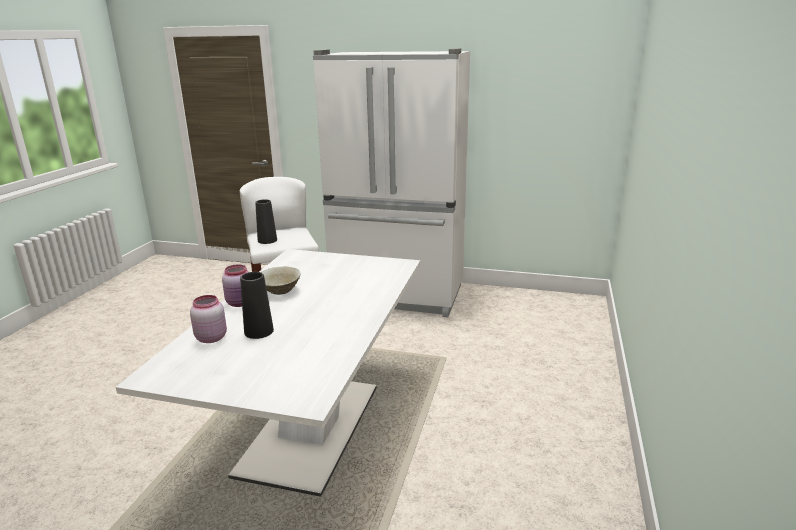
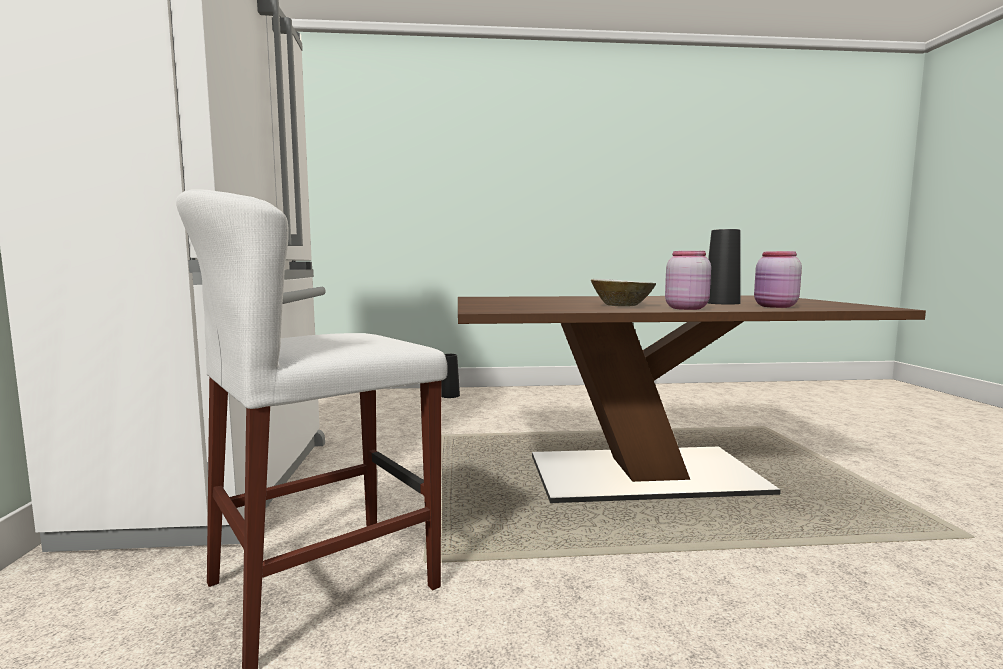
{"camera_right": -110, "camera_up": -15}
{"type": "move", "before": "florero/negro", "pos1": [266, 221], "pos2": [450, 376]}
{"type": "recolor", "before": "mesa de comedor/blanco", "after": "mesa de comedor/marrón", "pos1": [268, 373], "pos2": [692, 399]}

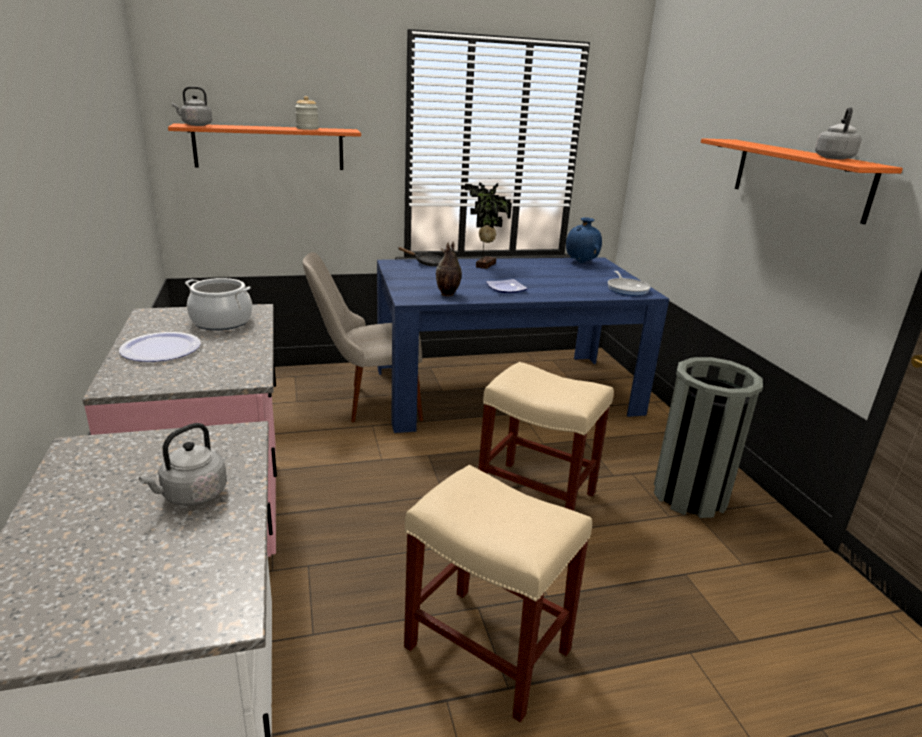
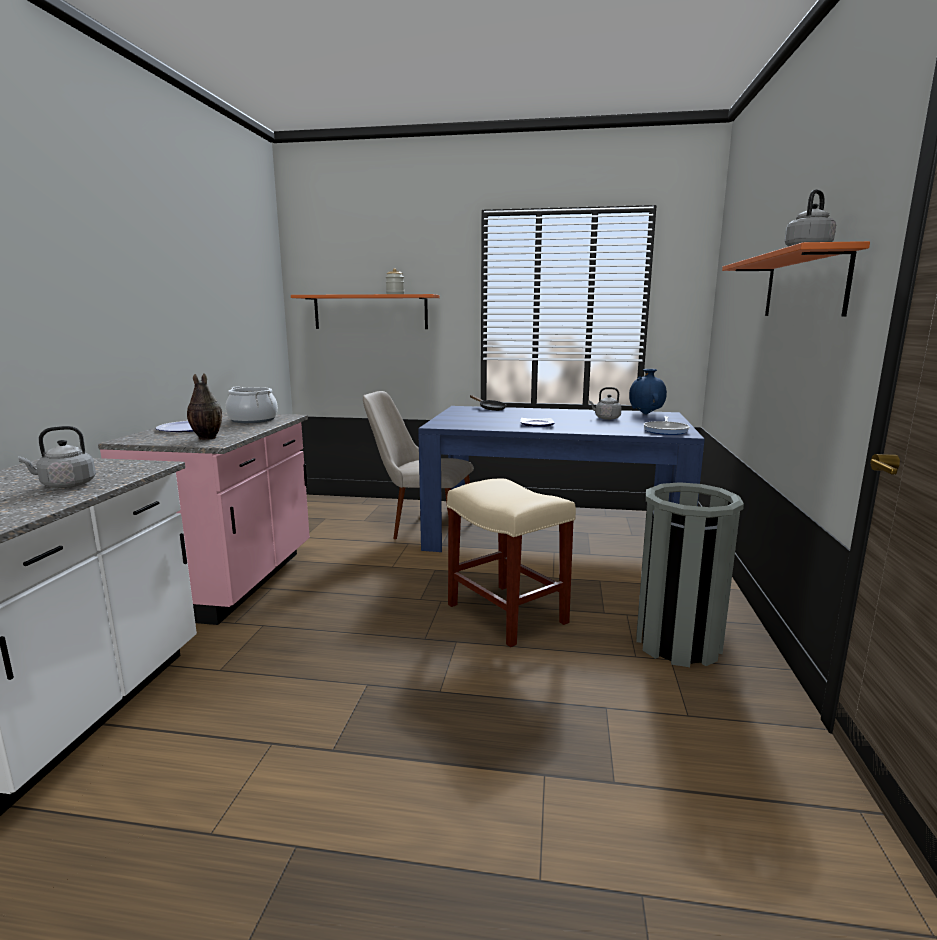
{"camera_right": 25, "camera_up": -10}
{"type": "move", "before": "hervidor/gris", "pos1": [192, 106], "pos2": [605, 403]}
{"type": "delete", "before": "planta en maceta", "pos1": [488, 225]}
{"type": "move", "before": "florero", "pos1": [449, 269], "pos2": [204, 407]}
{"type": "delete", "before": "taburete/beis", "pos1": [498, 593]}

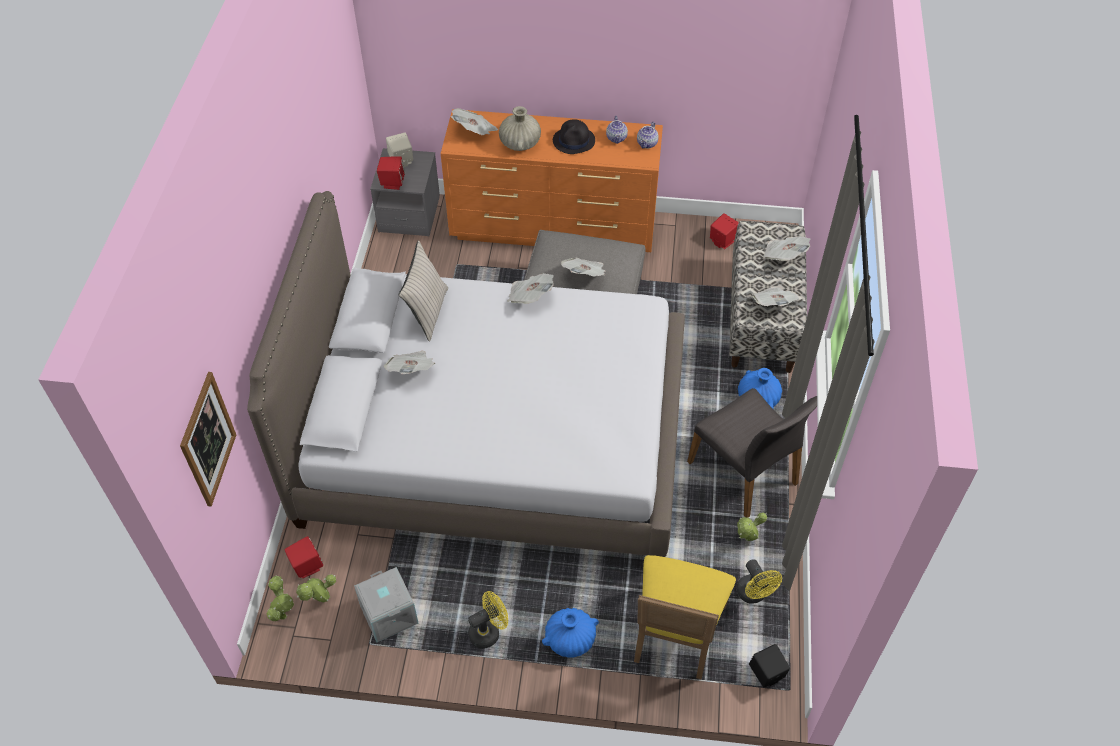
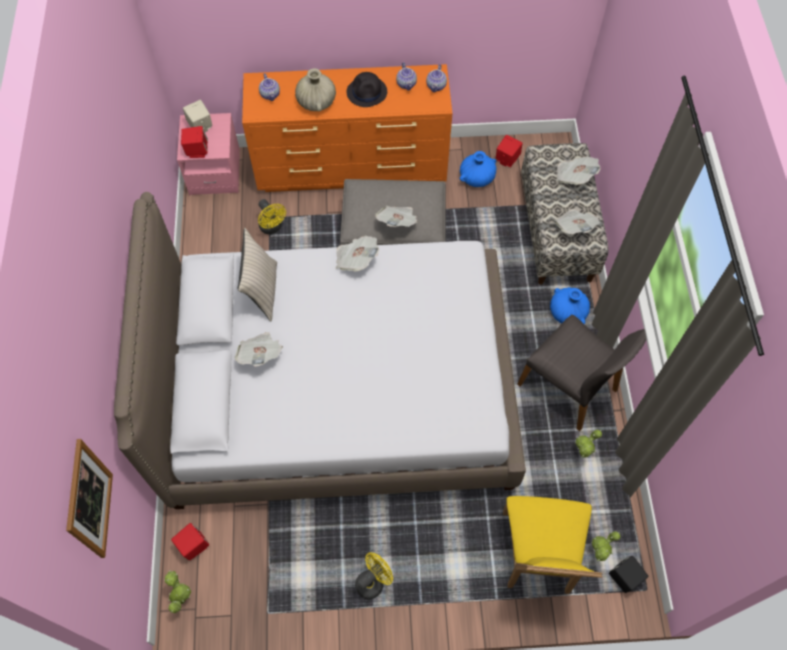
{"camera_right": -10, "camera_up": 10}
{"type": "replace", "before": "periódico", "after": "tetera", "pos1": [474, 121], "pos2": [269, 87]}
{"type": "recolor", "before": "mesita de noche/gris", "after": "mesita de noche/rosa", "pos1": [405, 192], "pos2": [208, 154]}
{"type": "move", "before": "ventilador/amarillo", "pos1": [759, 581], "pos2": [272, 216]}
{"type": "delete", "before": "caja de almacenaje/gris", "pos1": [386, 604]}
{"type": "move", "before": "planta en maceta", "pos1": [316, 588], "pos2": [605, 546]}
{"type": "move", "before": "florero/azul", "pos1": [570, 633], "pos2": [478, 169]}

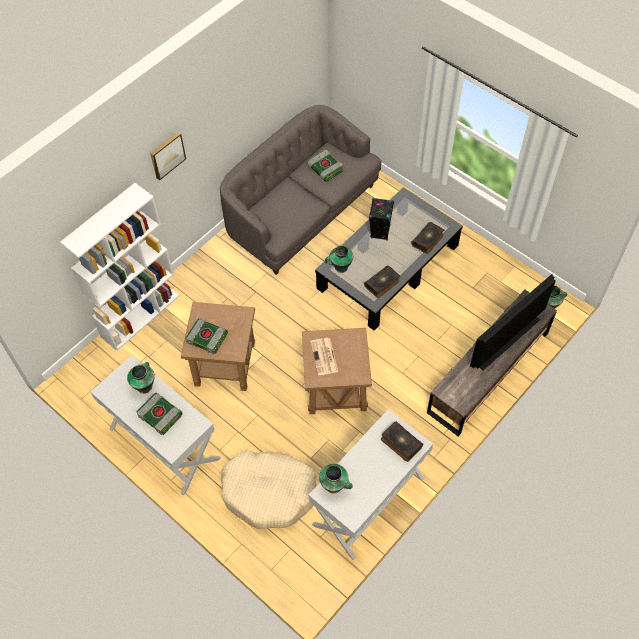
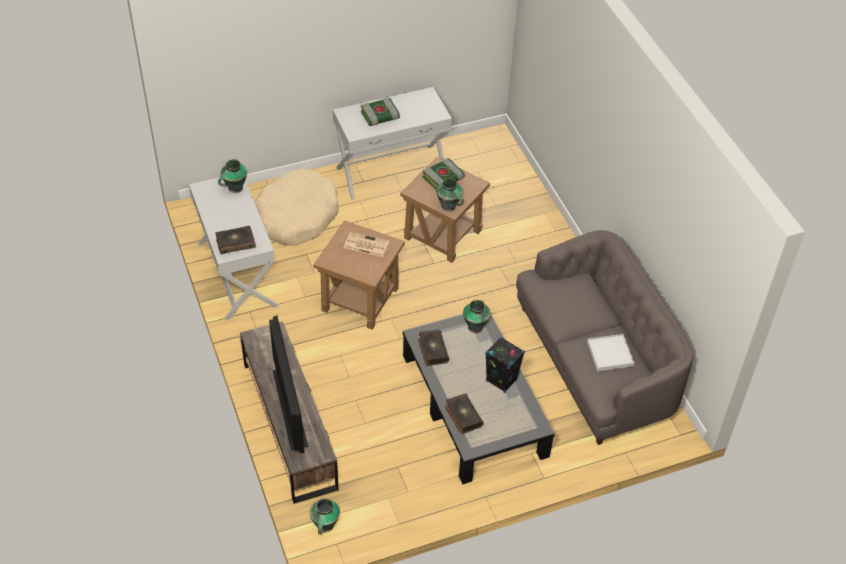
{"camera_right": 115, "camera_up": -10}
{"type": "delete", "before": "cuadro", "pos1": [168, 156]}
{"type": "replace", "before": "libro", "after": "bandeja/blanco", "pos1": [325, 166], "pos2": [610, 352]}
{"type": "delete", "before": "estantería/blanco", "pos1": [120, 267]}
{"type": "move", "before": "florero", "pos1": [141, 378], "pos2": [450, 195]}

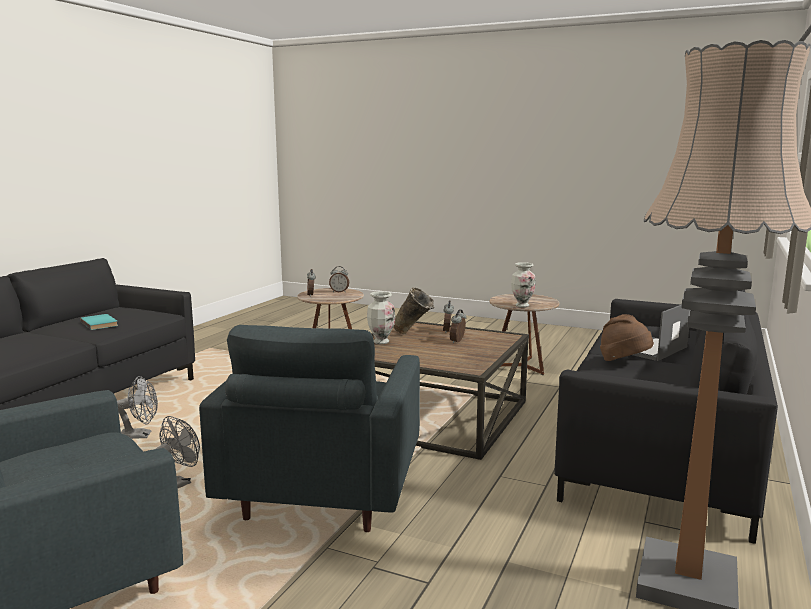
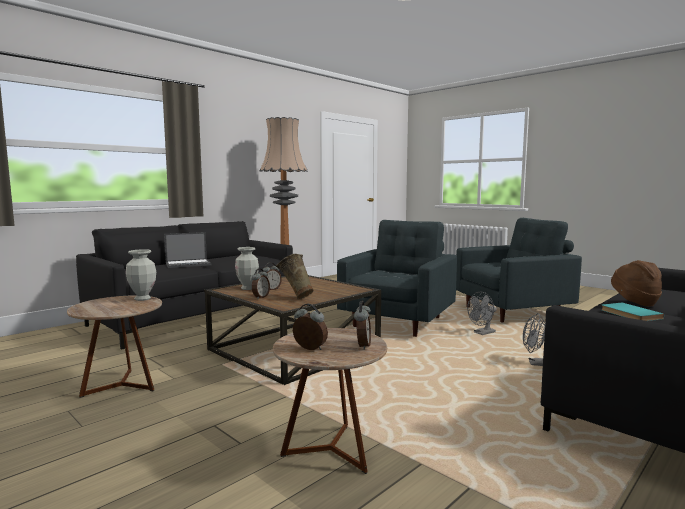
{"camera_right": -160, "camera_up": -5}
{"type": "move", "before": "florero", "pos1": [381, 317], "pos2": [247, 268]}
{"type": "move", "before": "sombrero/marrón", "pos1": [627, 337], "pos2": [636, 283]}

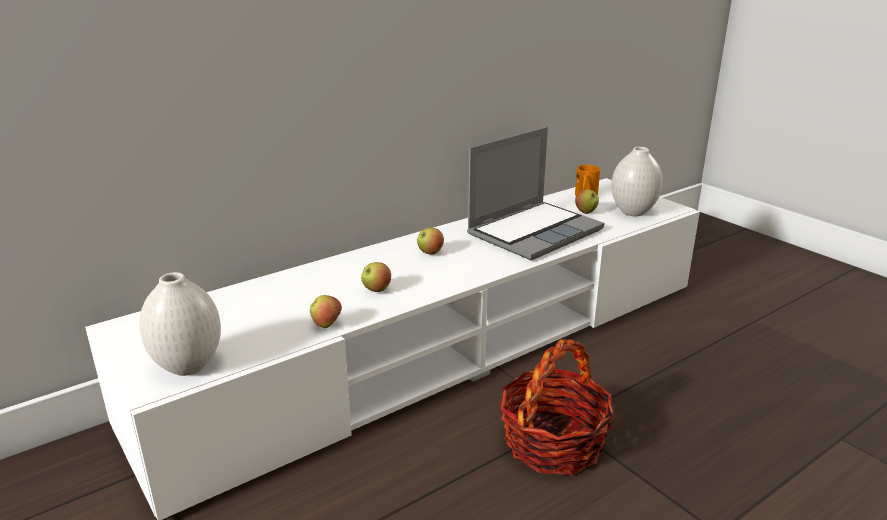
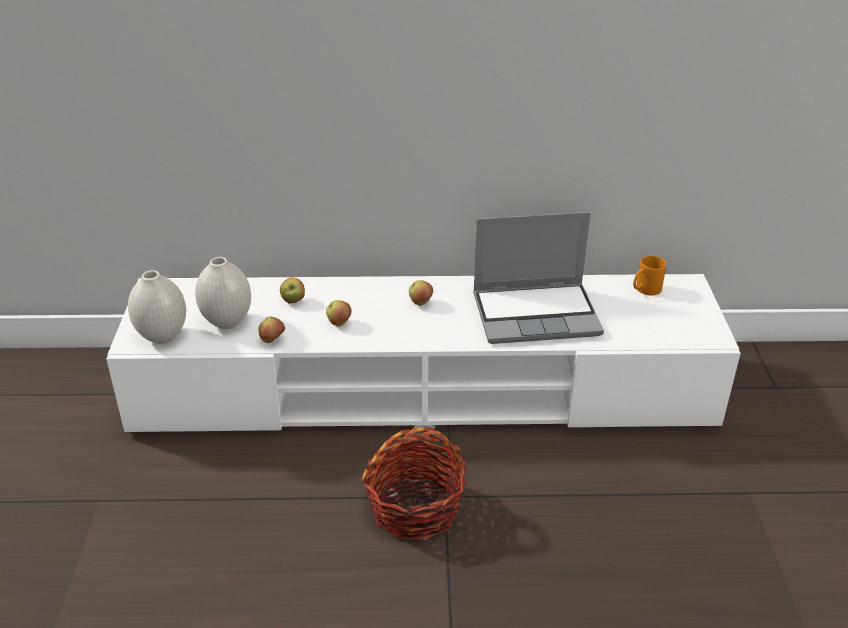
{"camera_right": 35, "camera_up": 10}
{"type": "move", "before": "florero/blanco", "pos1": [637, 181], "pos2": [223, 293]}
{"type": "move", "before": "manzana", "pos1": [587, 202], "pos2": [292, 291]}

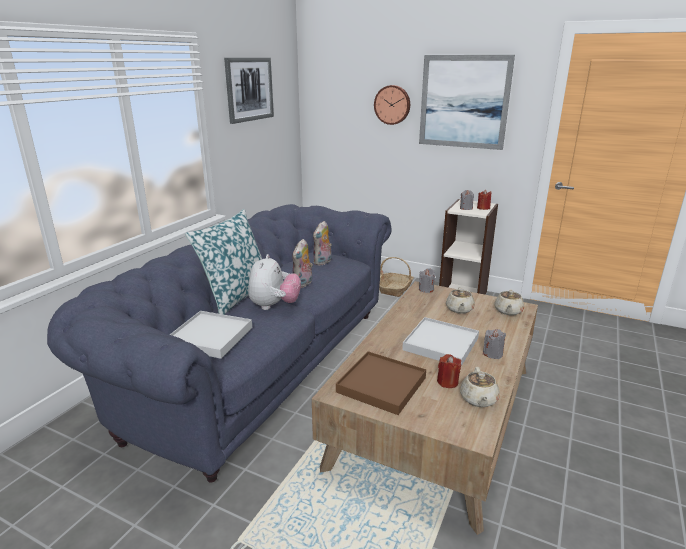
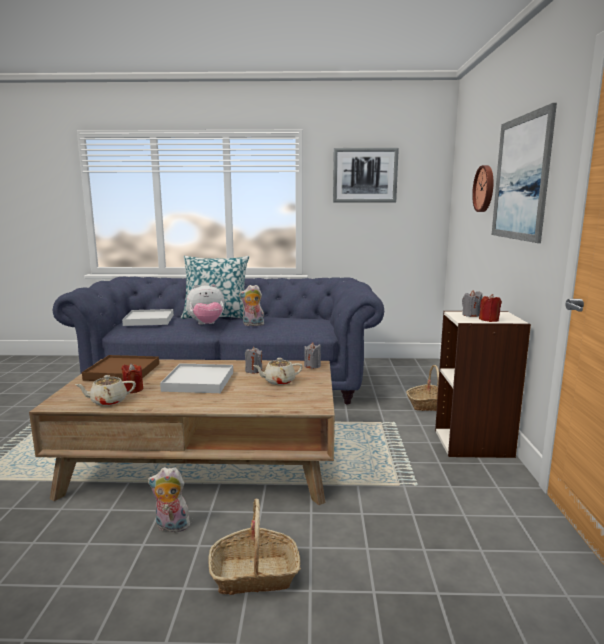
{"camera_right": 65, "camera_up": -10}
{"type": "move", "before": "peluche", "pos1": [322, 243], "pos2": [169, 499]}
{"type": "delete", "before": "tetera/beis", "pos1": [509, 303]}
{"type": "move", "before": "vela/gris", "pos1": [494, 344], "pos2": [253, 360]}
{"type": "insert", "after": "cesta", "pos2": [255, 547]}

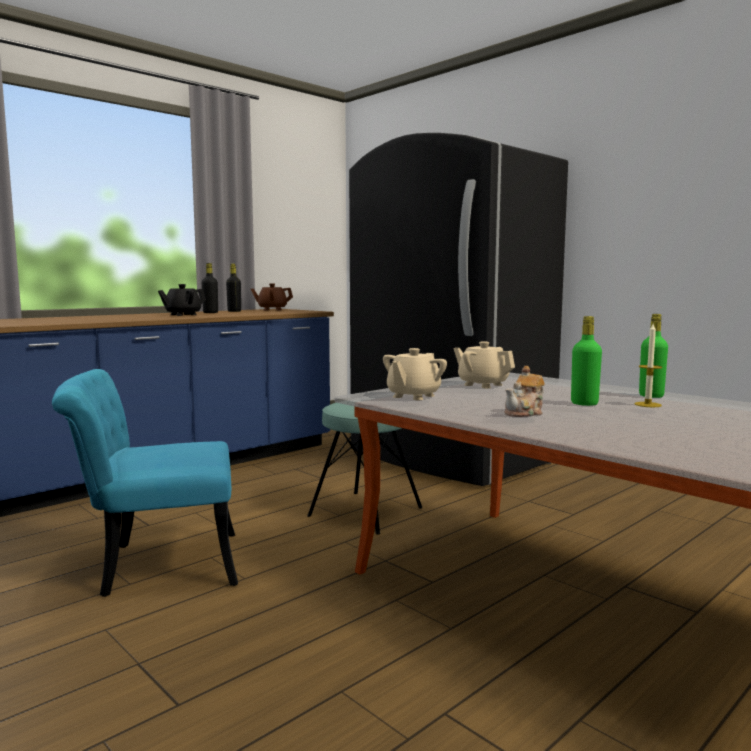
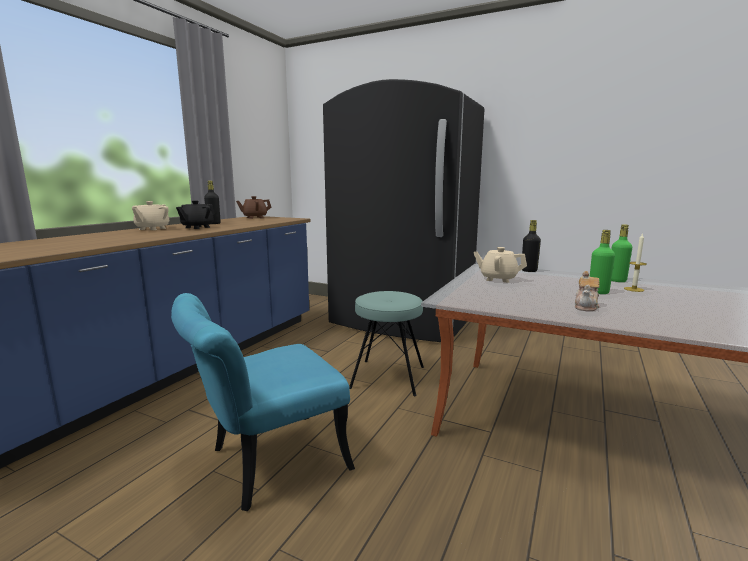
{"camera_right": -20, "camera_up": 5}
{"type": "move", "before": "botella/negro", "pos1": [233, 288], "pos2": [531, 246]}
{"type": "move", "before": "tetera/beis", "pos1": [415, 374], "pos2": [150, 215]}

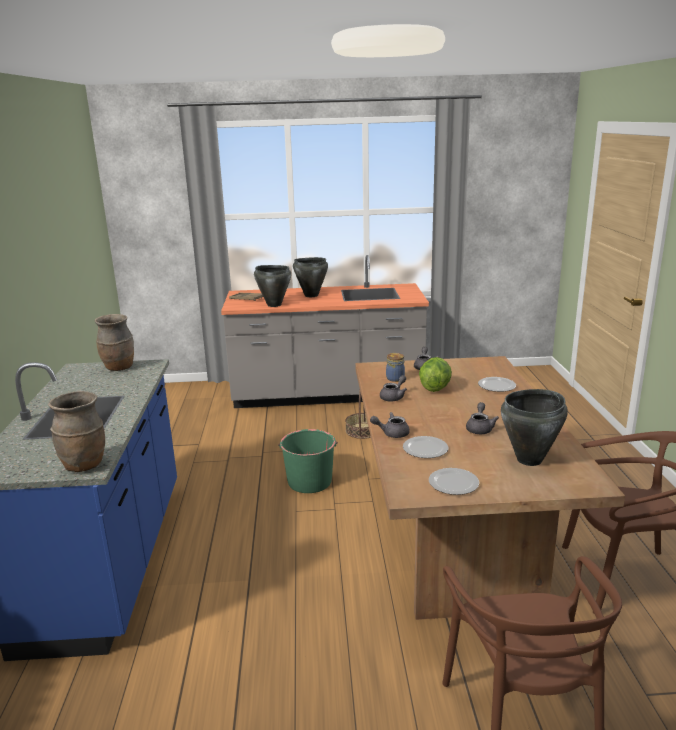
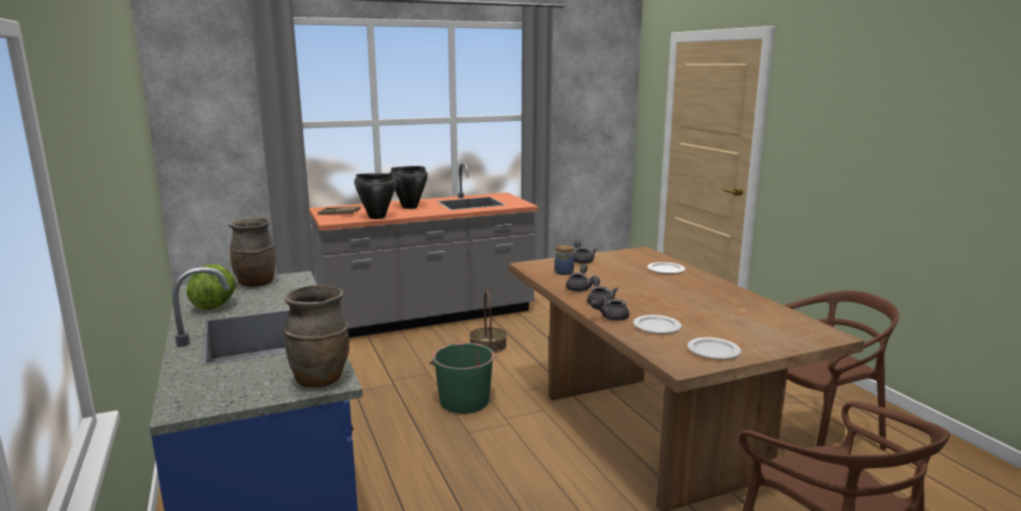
{"camera_right": -20, "camera_up": -5}
{"type": "move", "before": "lechuga", "pos1": [435, 374], "pos2": [211, 287]}
{"type": "delete", "before": "olla/negro", "pos1": [534, 427]}
{"type": "move", "before": "tetera/gris", "pos1": [482, 418], "pos2": [602, 292]}

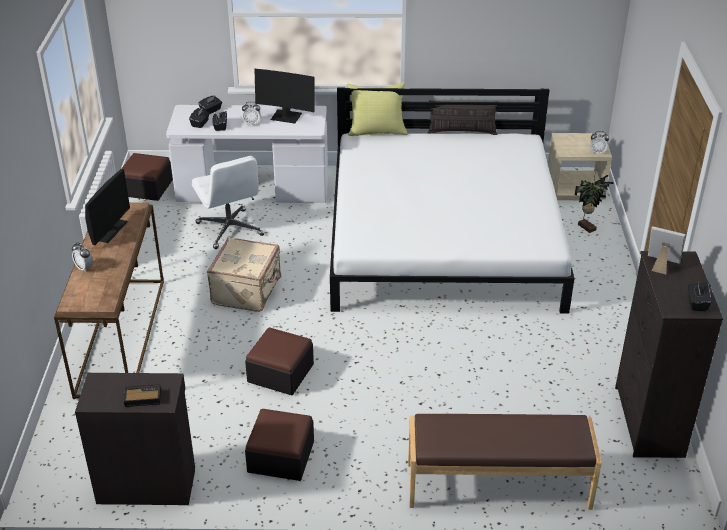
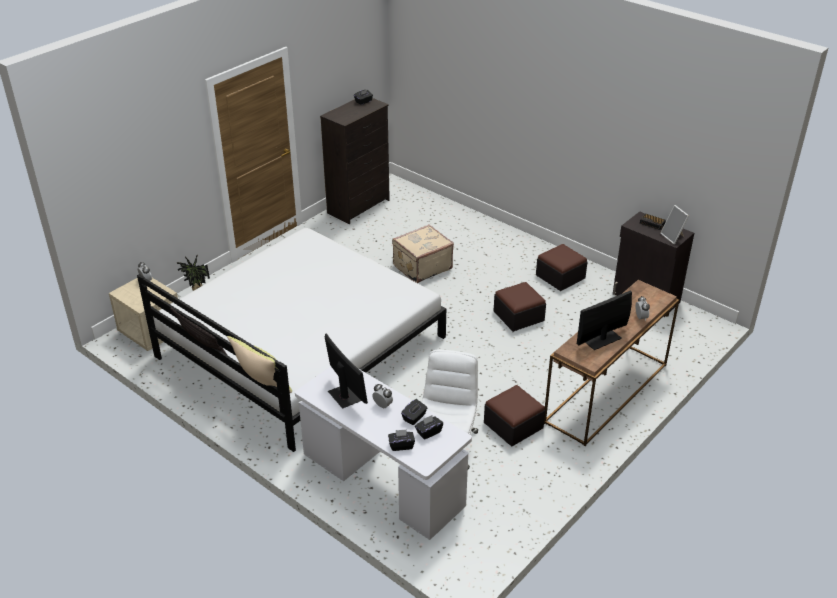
{"camera_right": -140, "camera_up": 0}
{"type": "move", "before": "puf", "pos1": [147, 177], "pos2": [514, 415]}
{"type": "move", "before": "portarretratos", "pos1": [666, 250], "pos2": [674, 224]}
{"type": "move", "before": "maleta/beis", "pos1": [244, 274], "pos2": [423, 253]}
{"type": "delete", "before": "banco/marrón", "pos1": [505, 462]}

